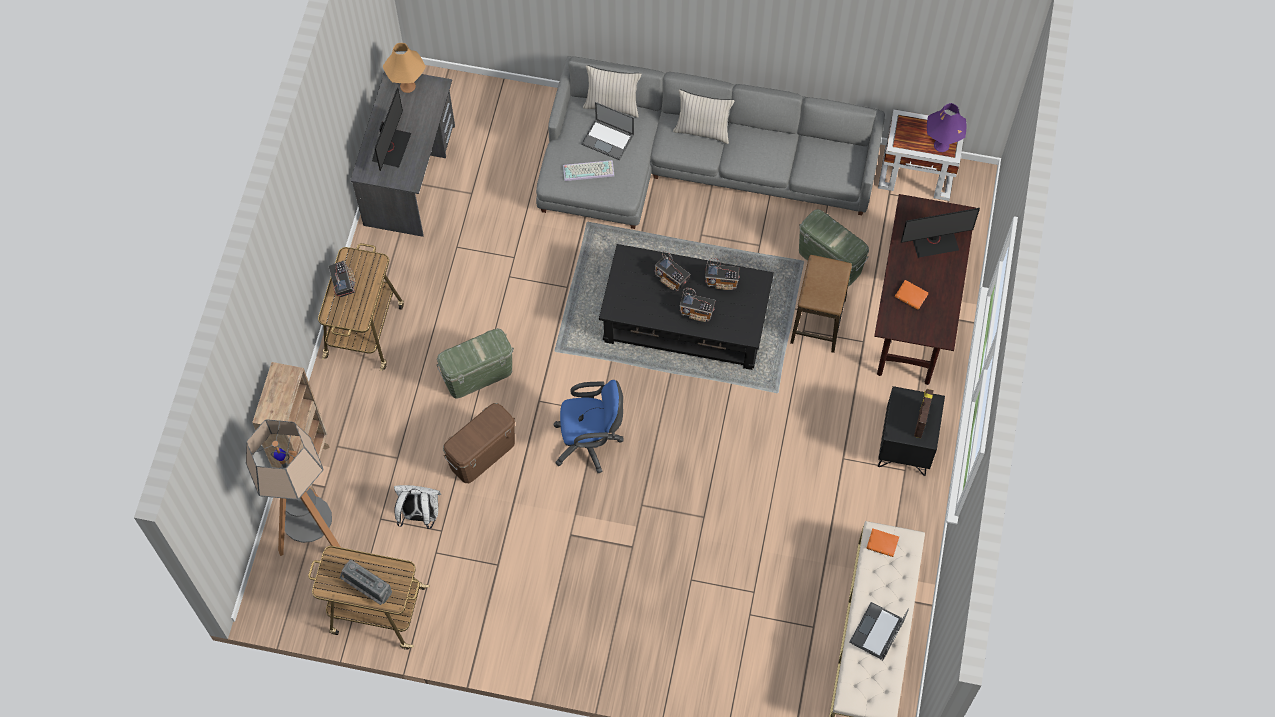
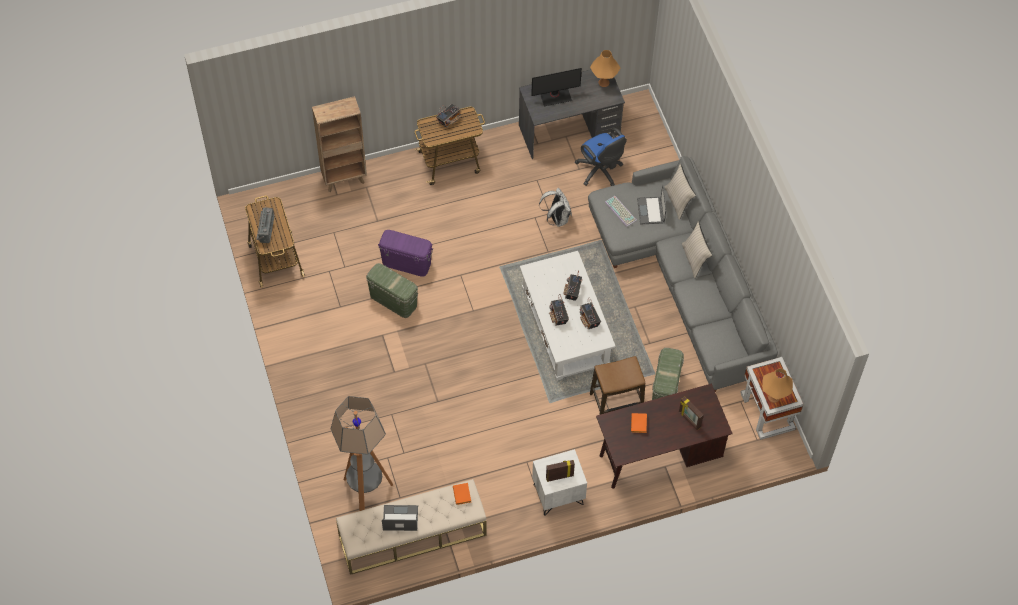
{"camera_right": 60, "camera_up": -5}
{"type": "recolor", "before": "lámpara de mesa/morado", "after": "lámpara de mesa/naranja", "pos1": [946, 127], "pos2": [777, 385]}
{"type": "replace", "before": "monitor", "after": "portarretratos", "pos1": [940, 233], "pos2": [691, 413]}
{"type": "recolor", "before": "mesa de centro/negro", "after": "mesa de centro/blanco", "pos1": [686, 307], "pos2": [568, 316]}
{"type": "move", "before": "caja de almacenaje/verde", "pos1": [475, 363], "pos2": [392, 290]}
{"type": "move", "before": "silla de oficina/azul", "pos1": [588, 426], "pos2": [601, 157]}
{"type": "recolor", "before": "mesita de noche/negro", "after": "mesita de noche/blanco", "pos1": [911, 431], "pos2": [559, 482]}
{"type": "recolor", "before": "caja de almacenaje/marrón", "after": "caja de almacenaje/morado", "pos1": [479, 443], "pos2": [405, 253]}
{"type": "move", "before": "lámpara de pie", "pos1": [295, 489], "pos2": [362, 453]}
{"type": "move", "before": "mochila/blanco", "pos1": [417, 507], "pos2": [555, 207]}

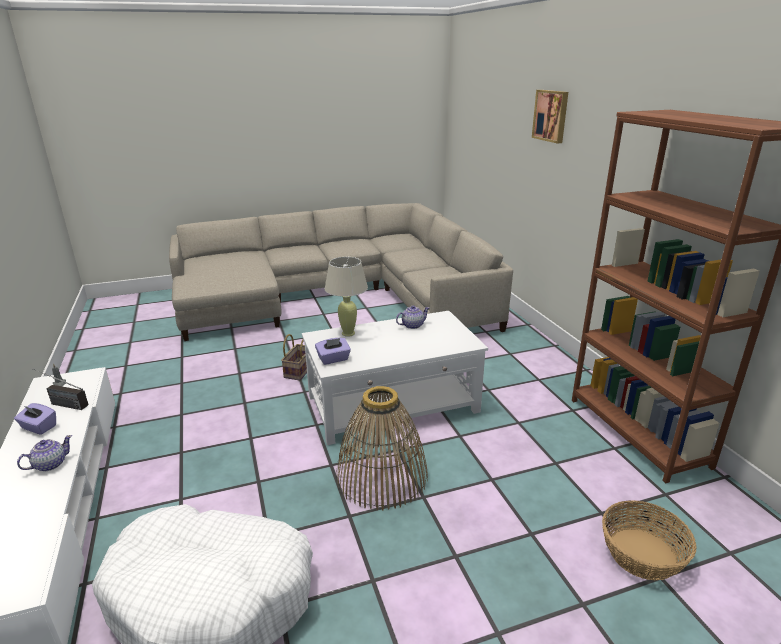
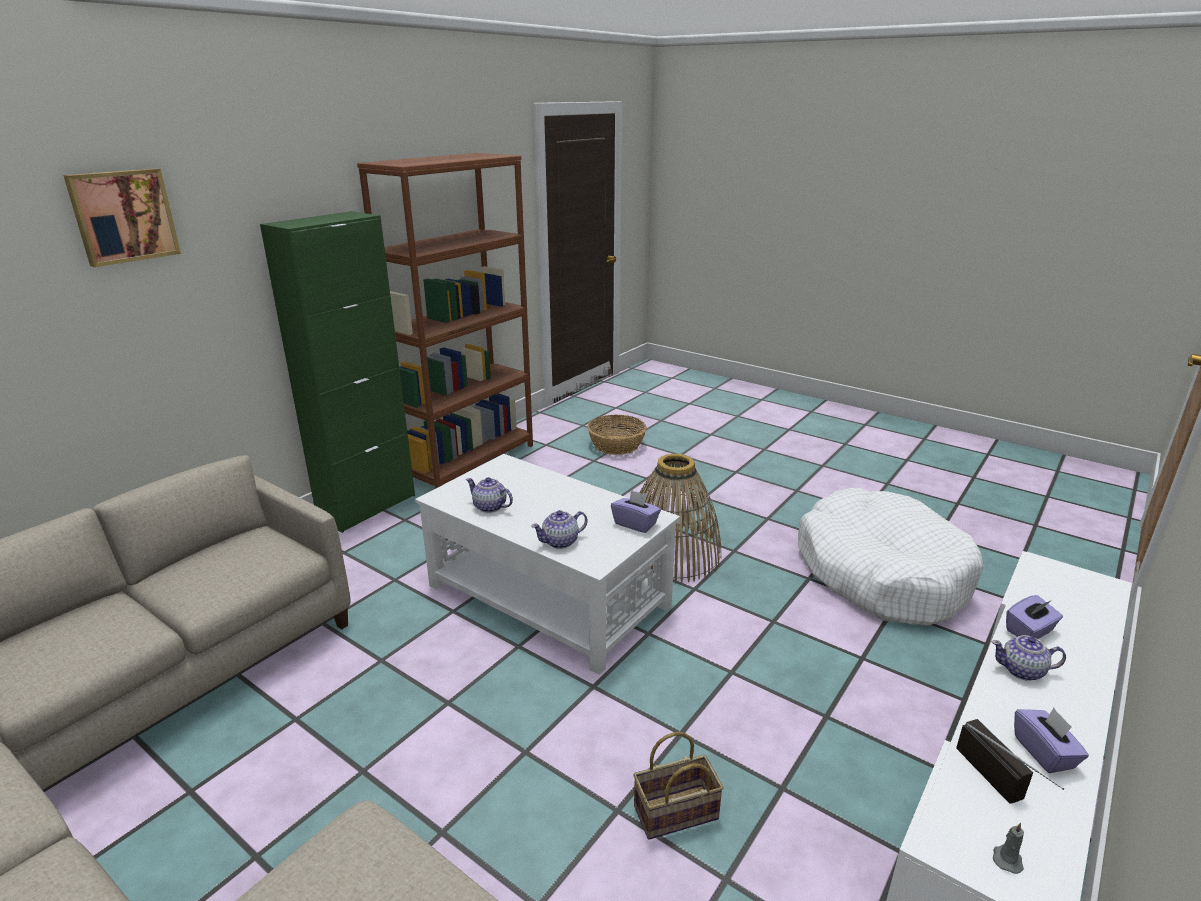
{"camera_right": -125, "camera_up": 0}
{"type": "replace", "before": "lámpara de mesa/beis", "after": "tetera", "pos1": [346, 297], "pos2": [559, 529]}
{"type": "move", "before": "cesta", "pos1": [294, 357], "pos2": [678, 785]}
{"type": "insert", "after": "armario/verde", "pos2": [337, 372]}
{"type": "insert", "after": "caja de pañuelos/morado", "pos2": [1034, 617]}

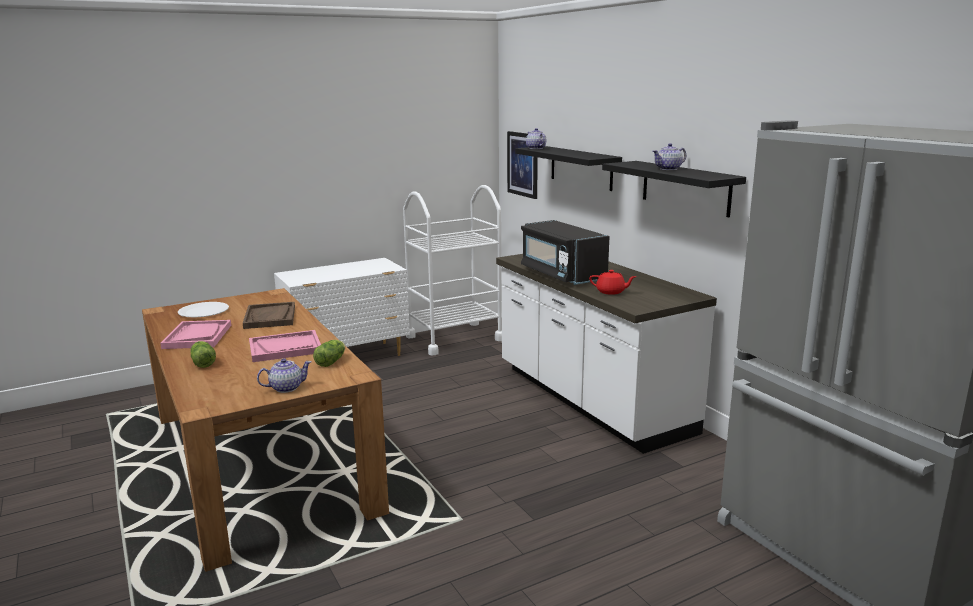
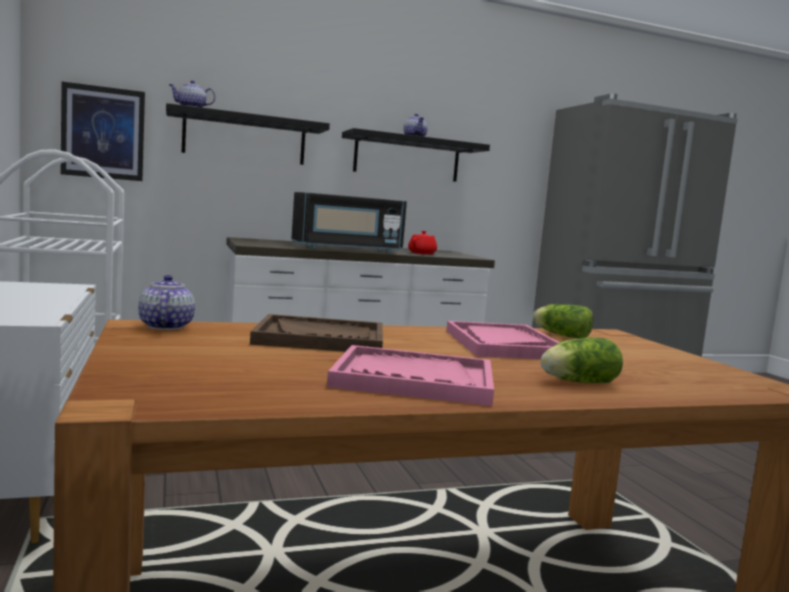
{"camera_right": -80, "camera_up": -10}
{"type": "delete", "before": "plato/blanco", "pos1": [203, 309]}
{"type": "move", "before": "tetera", "pos1": [284, 375], "pos2": [166, 302]}

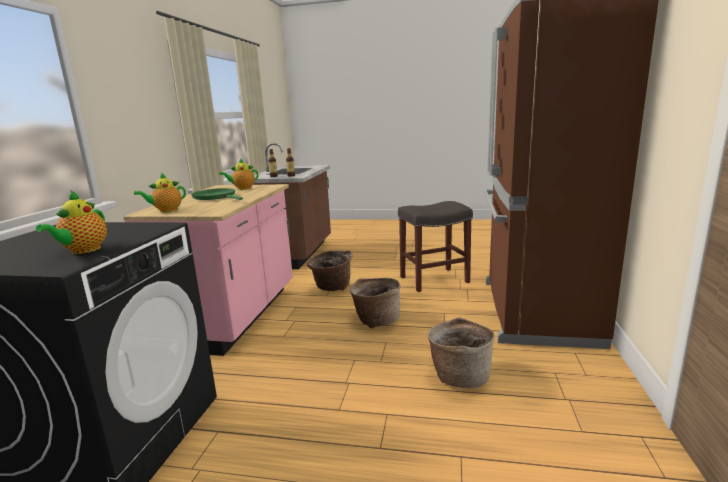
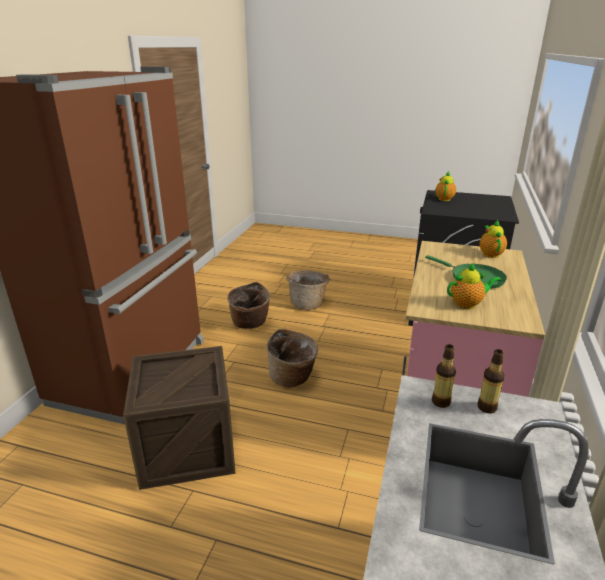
{"camera_right": -175, "camera_up": 10}
{"type": "rotate", "before": "tetera", "pos1": [160, 192], "pos2": [493, 238], "turn": -60}
{"type": "replace", "before": "taburete/gris", "after": "caja de embalaje", "pos1": [435, 246], "pos2": [179, 418]}
{"type": "move", "before": "cesta", "pos1": [330, 270], "pos2": [308, 290]}

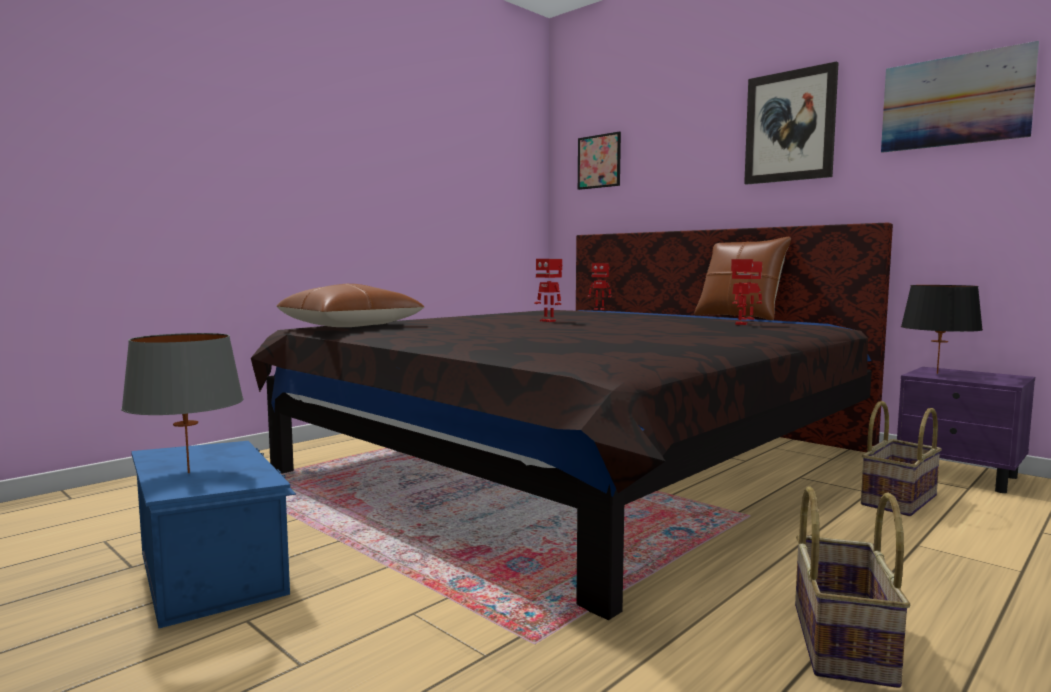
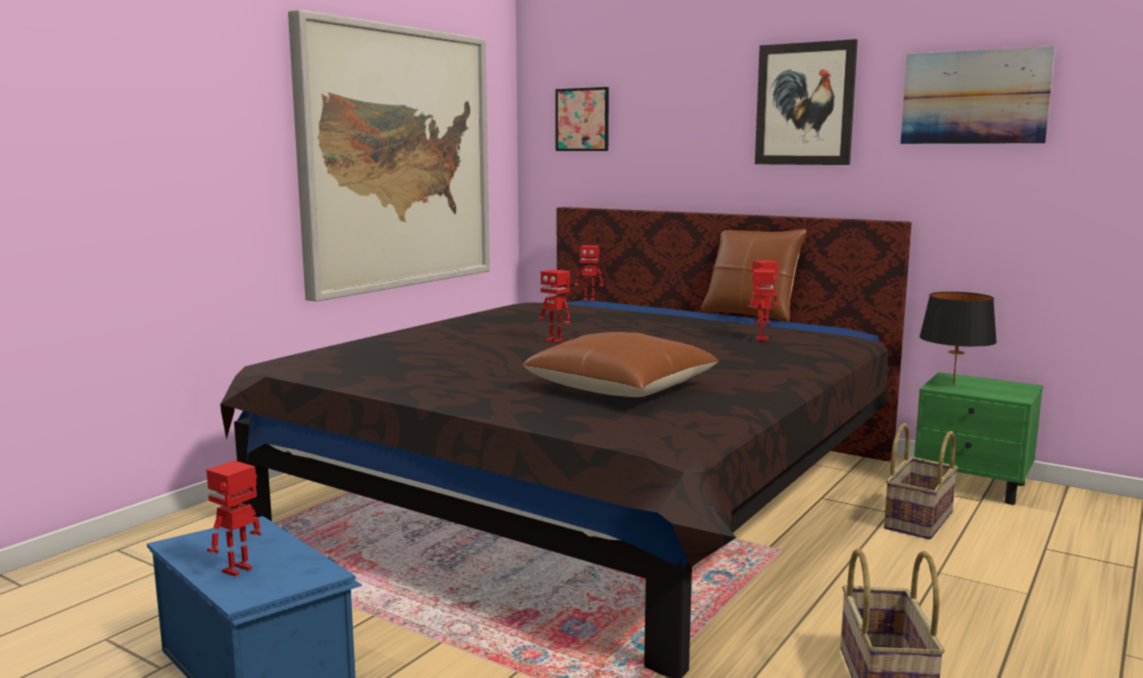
{"camera_right": -10, "camera_up": 5}
{"type": "move", "before": "cojín/marrón", "pos1": [350, 305], "pos2": [621, 364]}
{"type": "replace", "before": "lámpara de mesa/gris", "after": "robot de juguete", "pos1": [182, 403], "pos2": [233, 518]}
{"type": "recolor", "before": "mesita de noche/morado", "after": "mesita de noche/verde", "pos1": [966, 430], "pos2": [978, 438]}
{"type": "insert", "after": "cuadro", "pos2": [389, 155]}

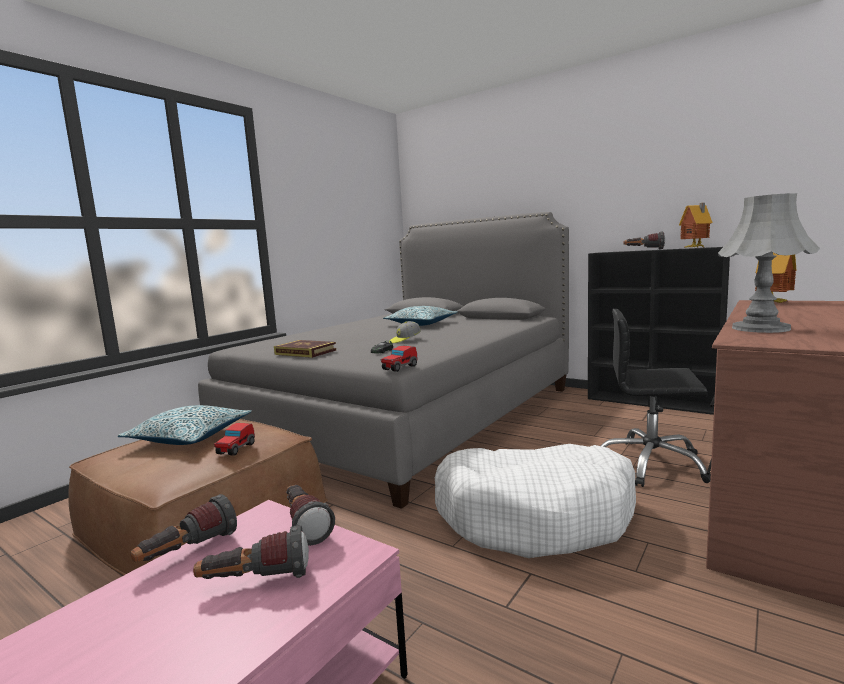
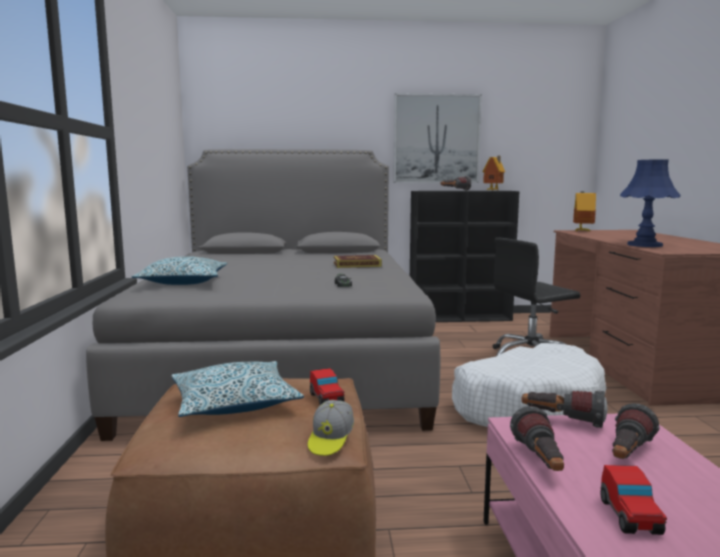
{"camera_right": -40, "camera_up": 0}
{"type": "recolor", "before": "lámpara de mesa/gris", "after": "lámpara de mesa/azul", "pos1": [769, 263], "pos2": [650, 203]}
{"type": "move", "before": "cojín", "pos1": [420, 316], "pos2": [179, 270]}
{"type": "move", "before": "gorra", "pos1": [405, 332], "pos2": [331, 428]}
{"type": "move", "before": "libro", "pos1": [305, 349], "pos2": [358, 261]}
{"type": "move", "before": "coche de juguete", "pos1": [399, 358], "pos2": [633, 500]}
{"type": "insert", "after": "cuadro", "pos2": [437, 138]}

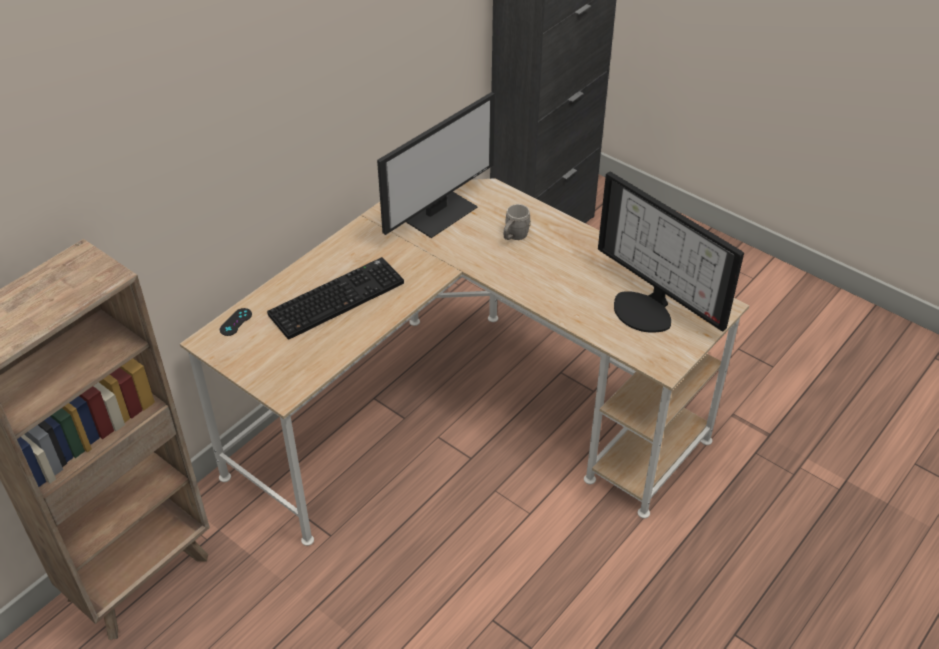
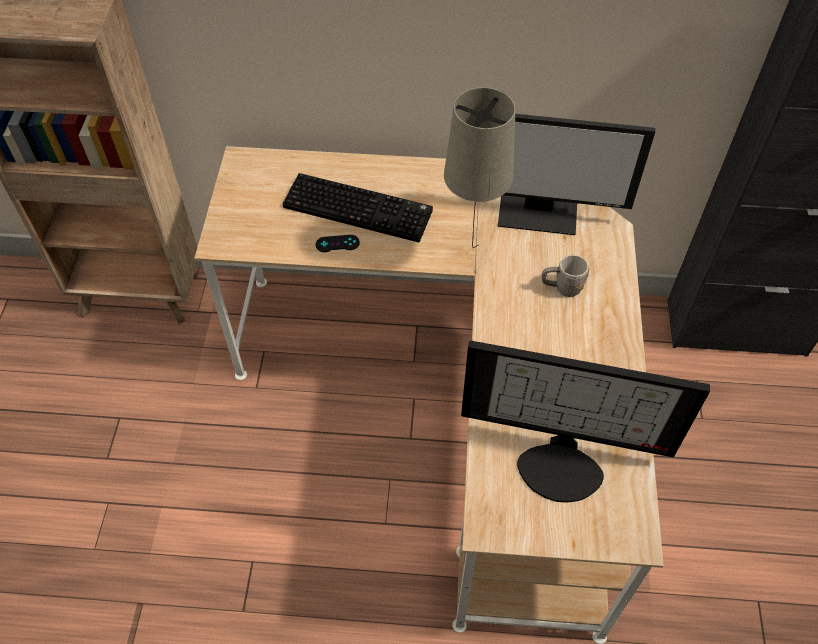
{"camera_right": 55, "camera_up": 10}
{"type": "rotate", "before": "monitor", "pos1": [671, 252], "pos2": [585, 422], "turn": -90}
{"type": "move", "before": "mando de consola/negro", "pos1": [236, 322], "pos2": [337, 243]}
{"type": "insert", "after": "lámpara de mesa/beis", "pos2": [479, 167]}

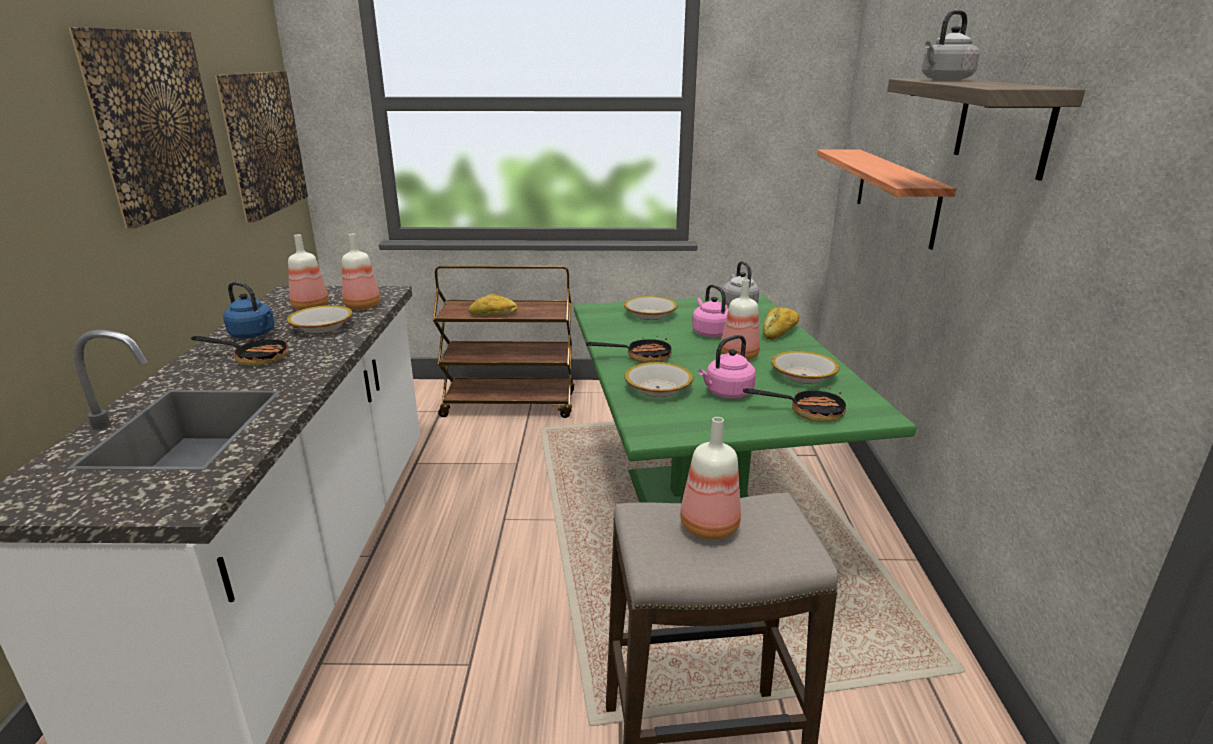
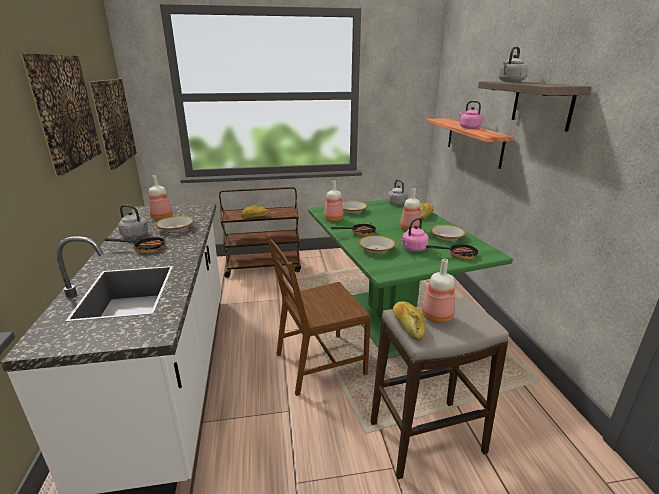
{"camera_right": -10, "camera_up": 0}
{"type": "move", "before": "botella", "pos1": [361, 271], "pos2": [334, 201]}
{"type": "recolor", "before": "hervidor/azul", "after": "hervidor/gris", "pos1": [248, 310], "pos2": [133, 221]}
{"type": "move", "before": "hervidor/rosa", "pos1": [710, 310], "pos2": [471, 115]}
{"type": "insert", "after": "silla/marrón", "pos2": [318, 315]}
{"type": "insert", "after": "pan", "pos2": [409, 321]}

